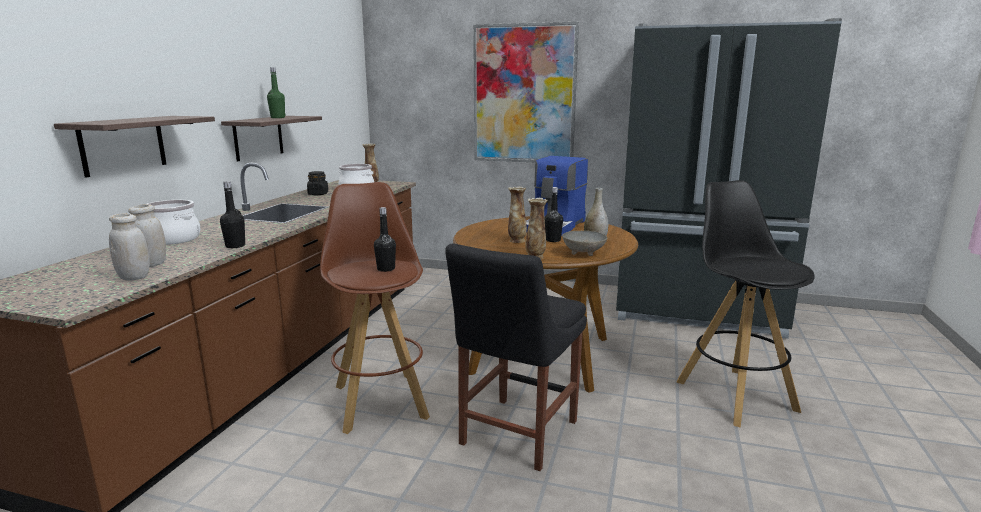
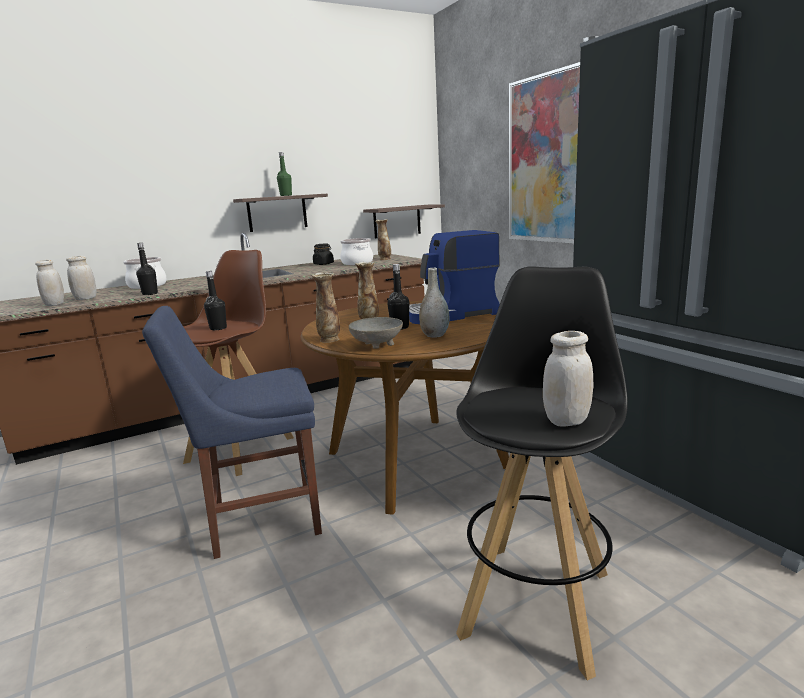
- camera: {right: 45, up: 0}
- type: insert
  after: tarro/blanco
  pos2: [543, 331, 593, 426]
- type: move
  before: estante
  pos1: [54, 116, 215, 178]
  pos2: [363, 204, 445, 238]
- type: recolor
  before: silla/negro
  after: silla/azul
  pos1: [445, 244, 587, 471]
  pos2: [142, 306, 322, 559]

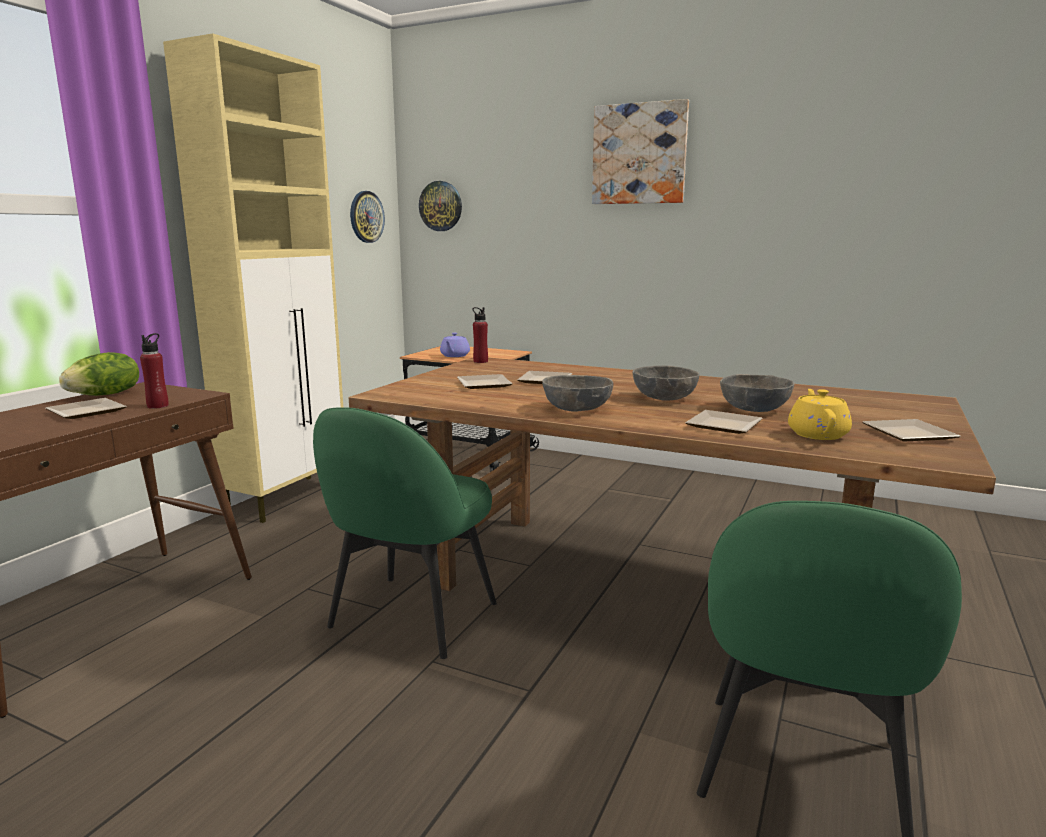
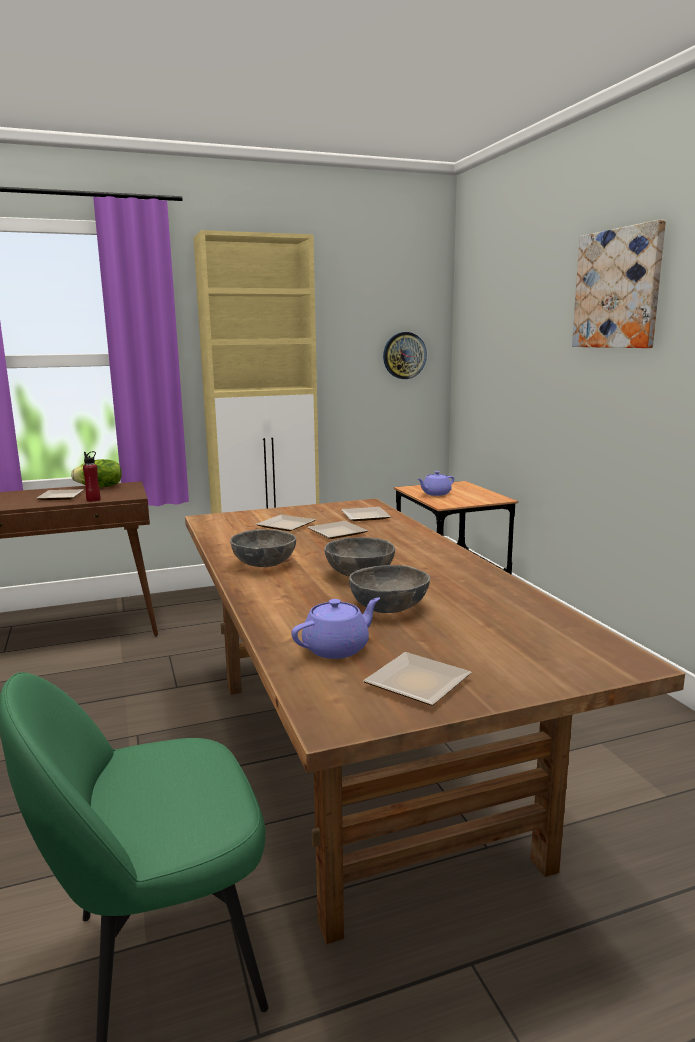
- camera: {right: 45, up: 0}
- type: delete
  before: silla/verde
  pos1: [313, 407, 497, 659]
- type: delete
  before: reloj de pared
  pos1: [419, 181, 462, 231]
- type: delete
  before: botella/rojo
  pos1: [473, 307, 488, 363]
- type: move
  before: plato
  pos1: [685, 410, 763, 434]
  pos2: [341, 507, 391, 521]
- type: recolor
  before: tetera/amarillo
  after: tetera/morado
  pos1: [788, 389, 852, 440]
  pos2: [291, 598, 380, 659]

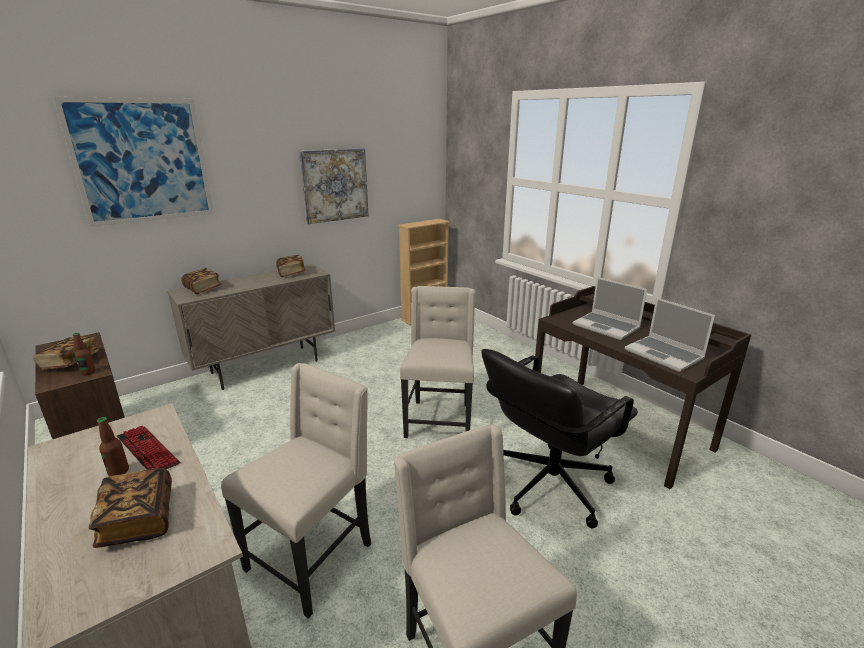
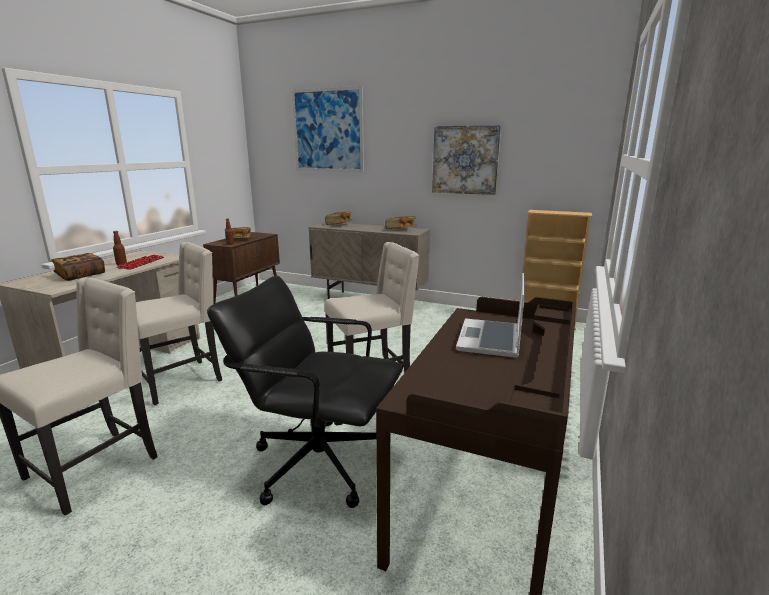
- camera: {right: 60, up: -5}
- type: delete
  before: portátil
  pos1: [625, 298, 715, 372]
- type: rotate
  before: silla/beis
  pos1: [221, 363, 371, 618]
  pos2: [136, 242, 222, 405]
  turn: -45

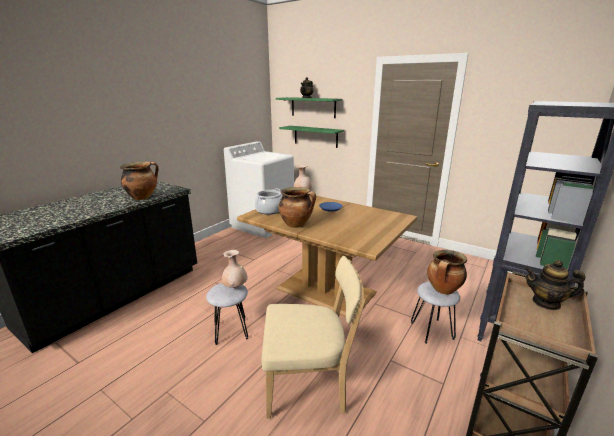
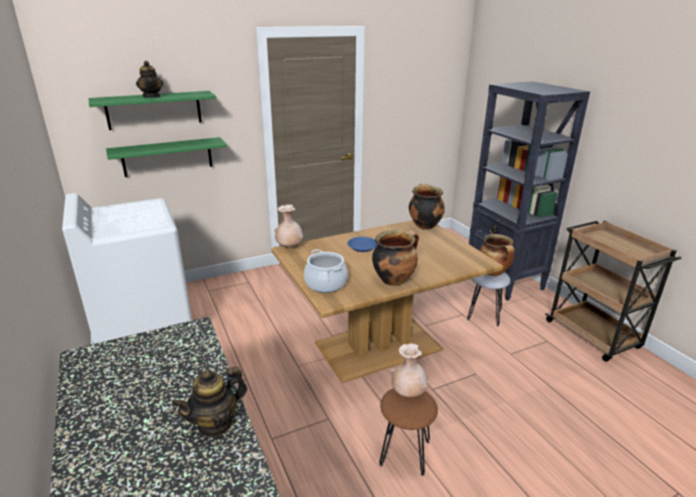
- camera: {right: -60, up: 5}
- type: delete
  before: silla/beis
  pos1: [262, 256, 366, 419]
- type: move
  before: olla
  pos1: [120, 162, 159, 200]
  pos2: [409, 184, 445, 230]
- type: move
  before: tetera
  pos1: [524, 260, 585, 310]
  pos2: [172, 367, 247, 438]
- type: recolor
  before: taburete/gris
  after: taburete/marrón
  pos1: [206, 283, 248, 345]
  pos2: [379, 389, 438, 476]

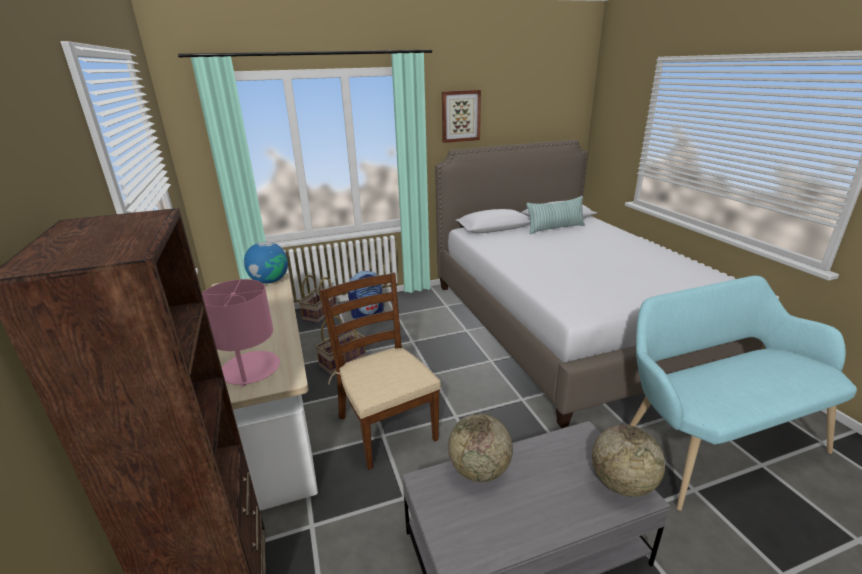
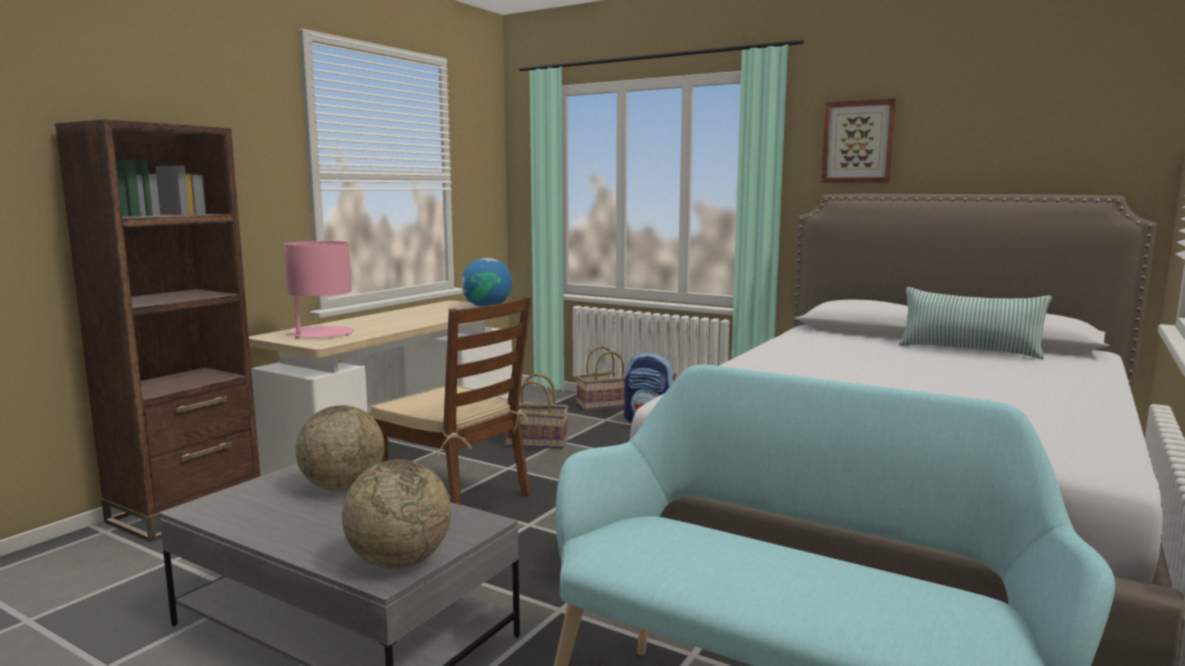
- camera: {right: 50, up: -15}
- type: rotate
  before: silla/marrón
  pos1: [319, 272, 441, 470]
  pos2: [371, 296, 532, 505]
  turn: 105

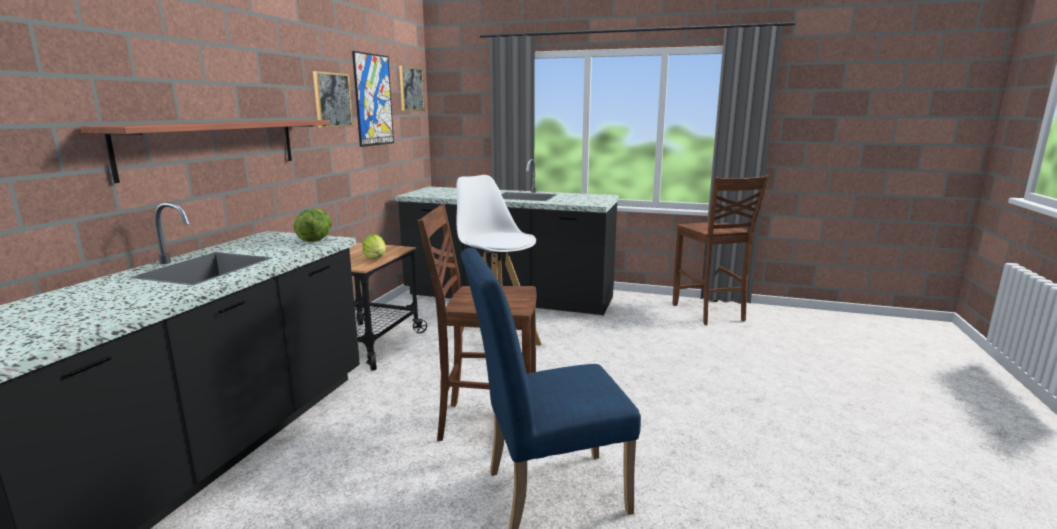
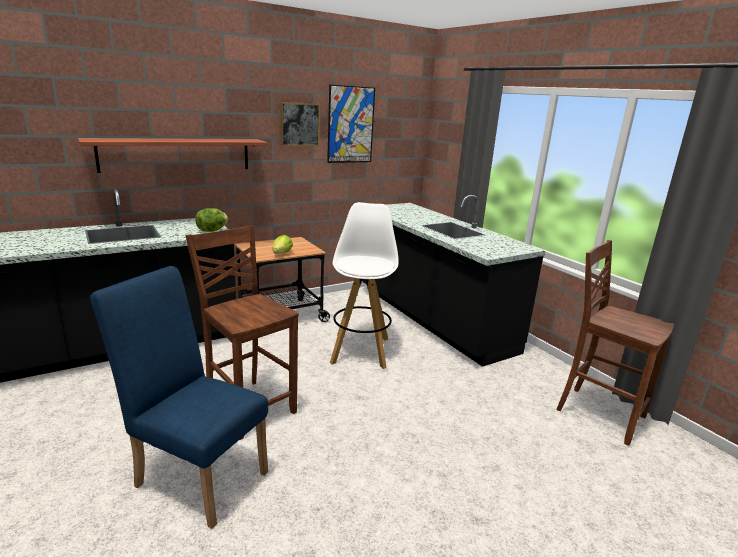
- camera: {right: 40, up: 5}
- type: delete
  before: cuadro
  pos1: [399, 66, 425, 111]
- type: rotate
  before: silla/marrón
  pos1: [672, 175, 769, 325]
  pos2: [557, 240, 674, 446]
  turn: 105

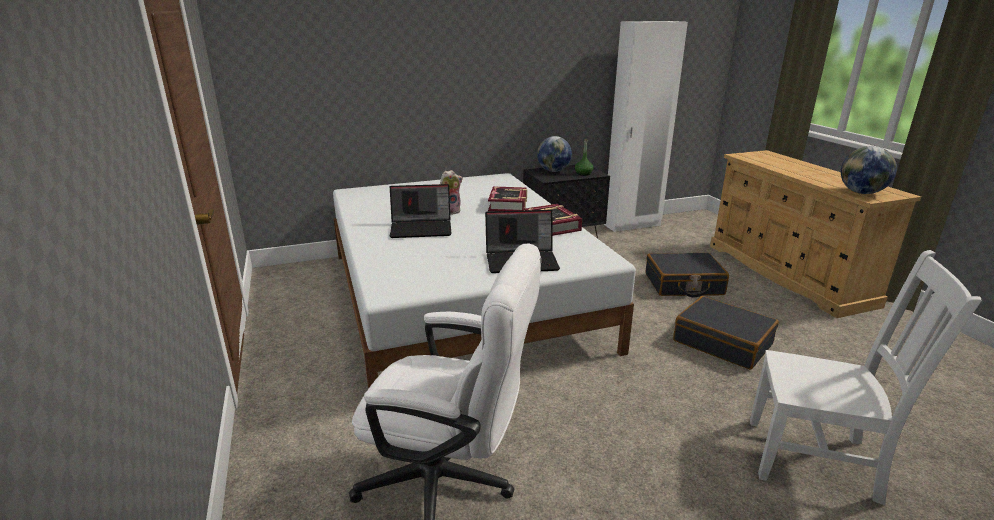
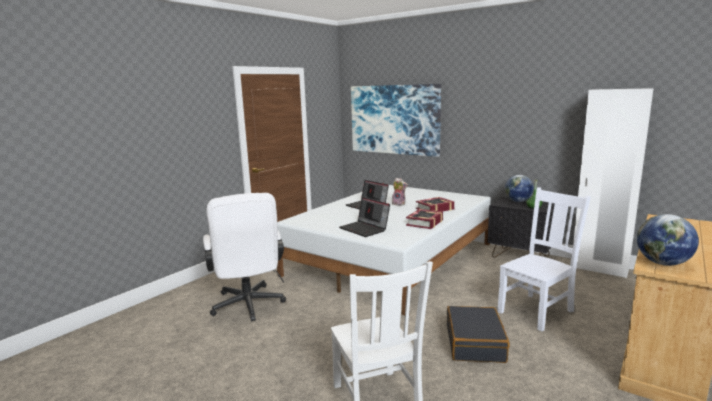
- camera: {right: 55, up: -10}
- type: insert
  after: cuadro
  pos2: [351, 84, 441, 157]
- type: replace
  before: maleta/negro
  after: silla/blanco
  pos1: [646, 253, 729, 297]
  pos2: [497, 187, 591, 332]

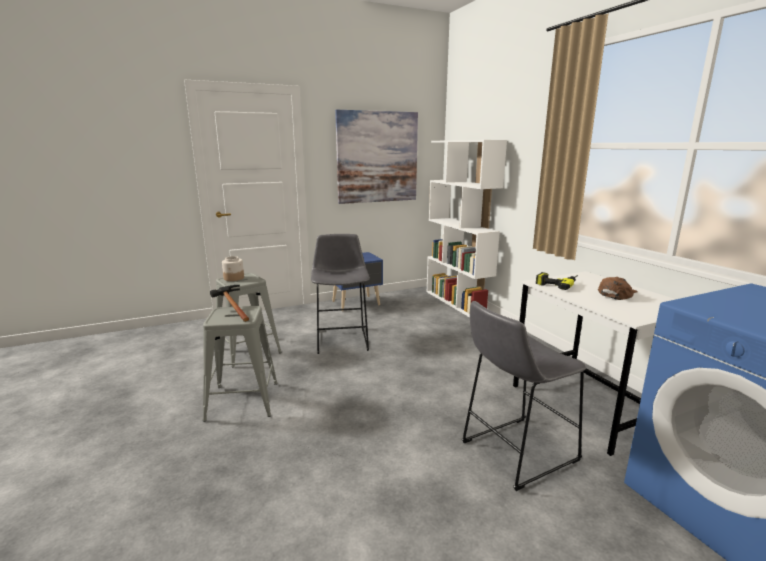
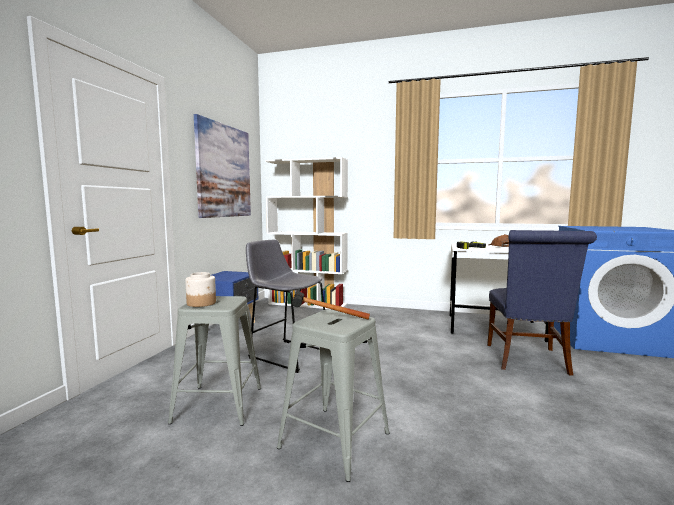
- camera: {right: -50, up: -10}
- type: replace
  before: taburete/gris
  after: silla/azul
  pos1: [462, 301, 586, 491]
  pos2: [487, 230, 597, 376]

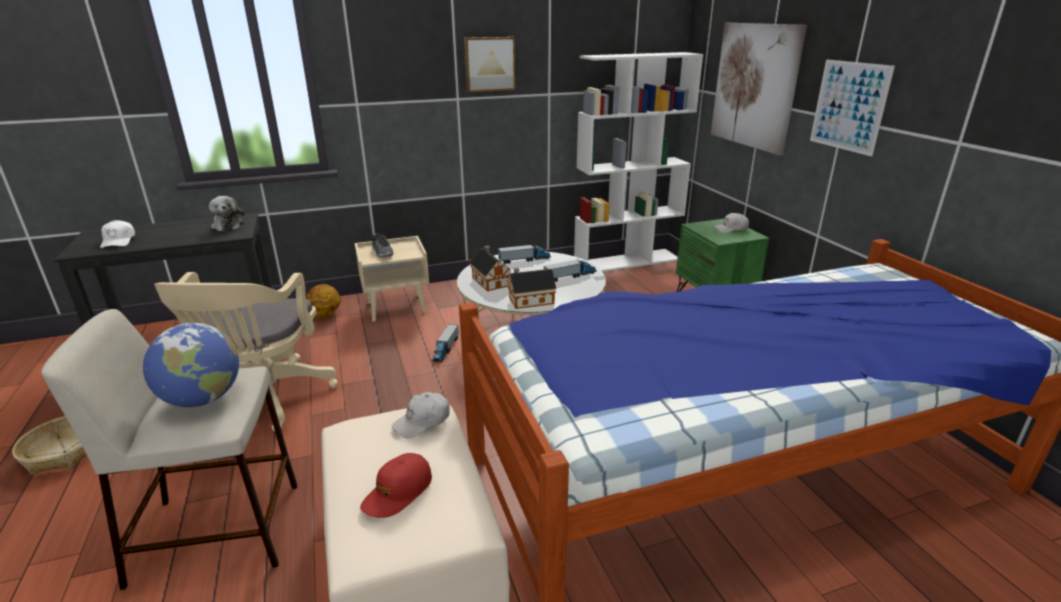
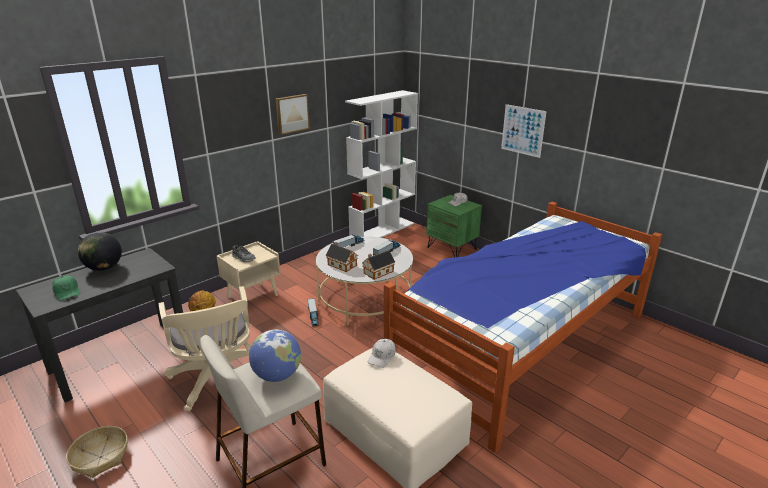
- camera: {right: -25, up: 0}
- type: delete
  before: peluche
  pos1: [209, 196, 244, 231]
- type: delete
  before: gorra/rojo
  pos1: [360, 453, 432, 518]
- type: delete
  before: cuadro
  pos1: [711, 23, 807, 156]
- type: insert
  after: globo terráqueo
  pos2: [78, 232, 122, 271]
- type: recolor
  before: gorra/blanco
  after: gorra/verde
  pos1: [100, 220, 135, 248]
  pos2: [52, 276, 80, 301]

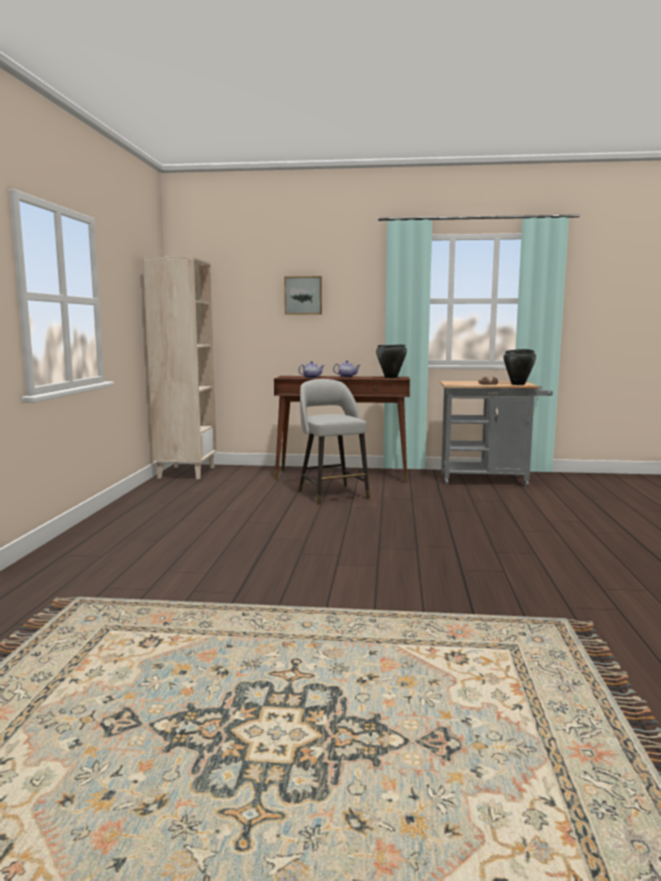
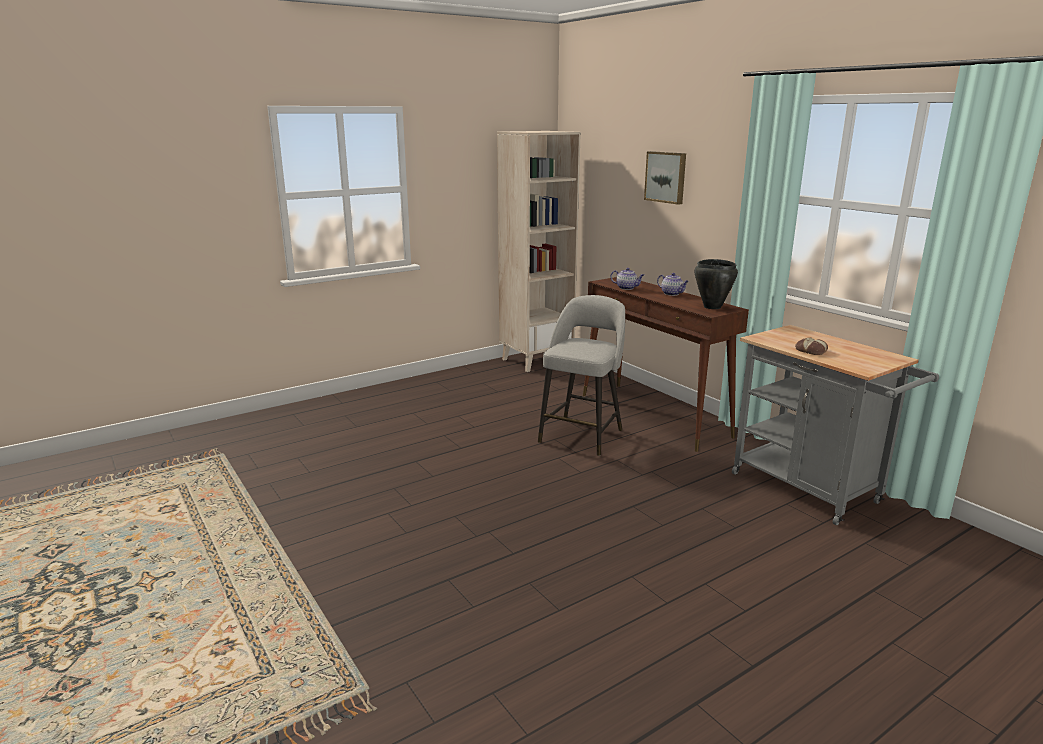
- camera: {right: 50, up: 10}
- type: delete
  before: olla/negro
  pos1: [503, 349, 536, 385]

